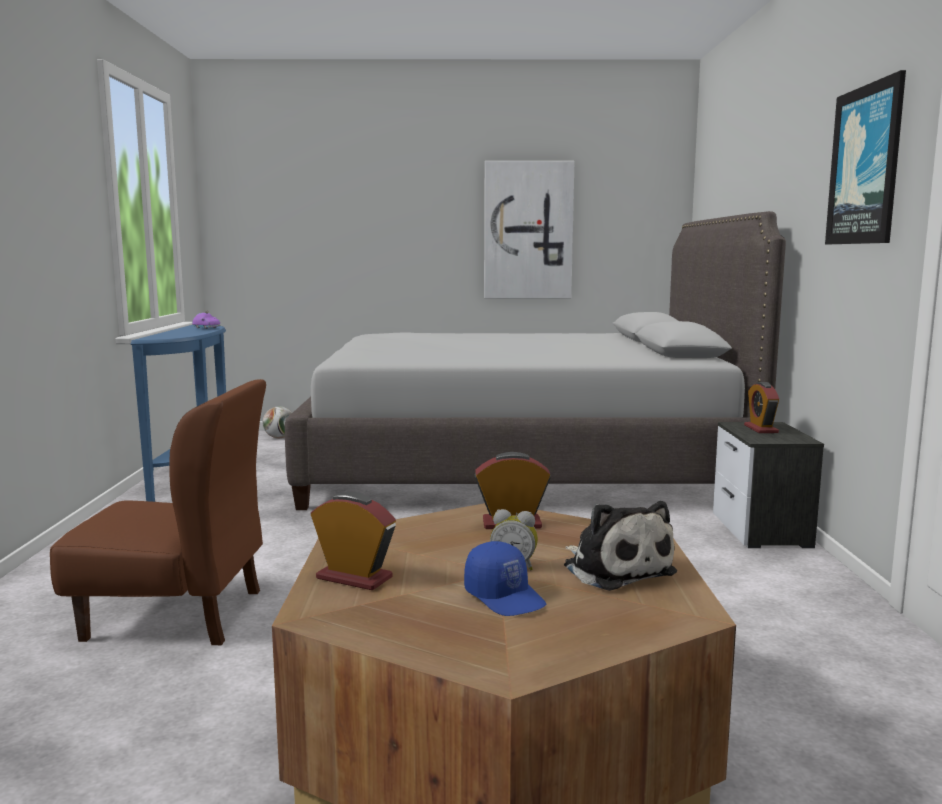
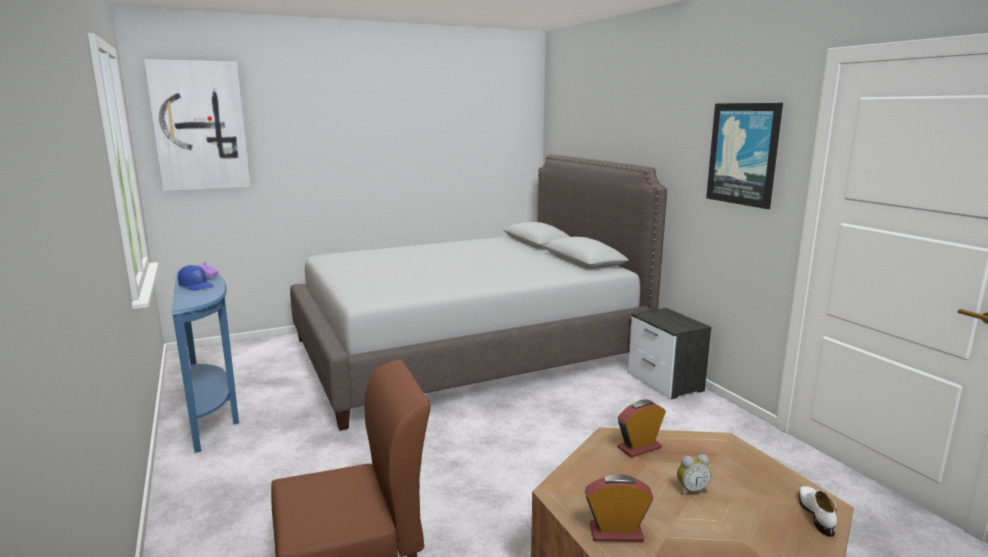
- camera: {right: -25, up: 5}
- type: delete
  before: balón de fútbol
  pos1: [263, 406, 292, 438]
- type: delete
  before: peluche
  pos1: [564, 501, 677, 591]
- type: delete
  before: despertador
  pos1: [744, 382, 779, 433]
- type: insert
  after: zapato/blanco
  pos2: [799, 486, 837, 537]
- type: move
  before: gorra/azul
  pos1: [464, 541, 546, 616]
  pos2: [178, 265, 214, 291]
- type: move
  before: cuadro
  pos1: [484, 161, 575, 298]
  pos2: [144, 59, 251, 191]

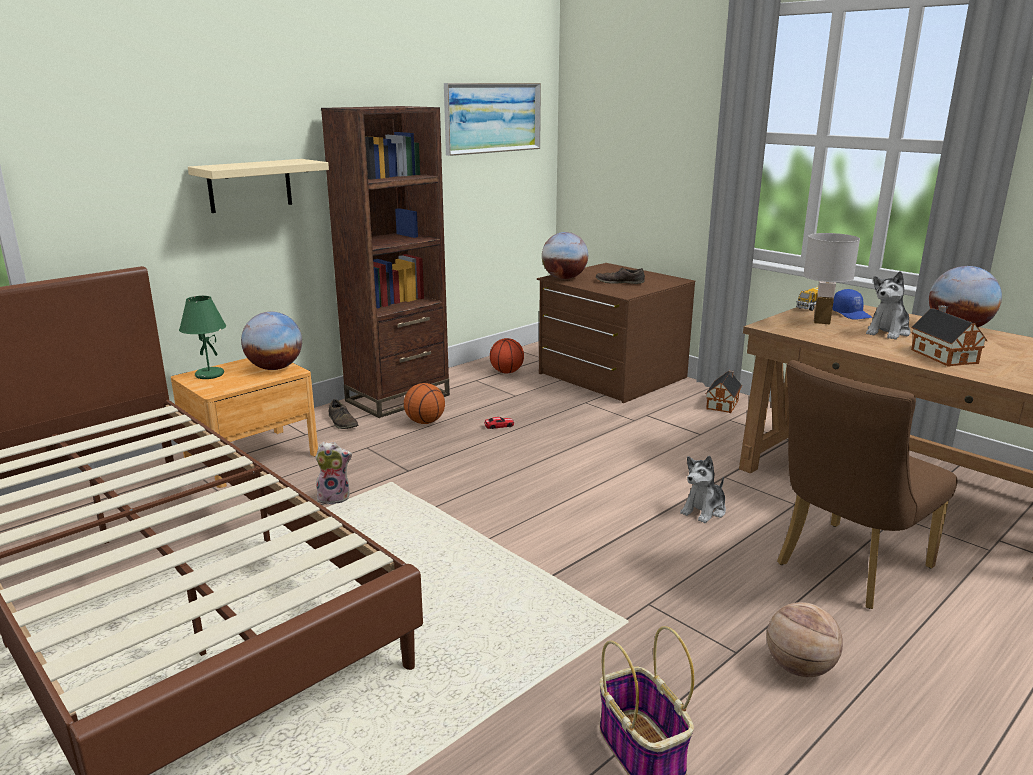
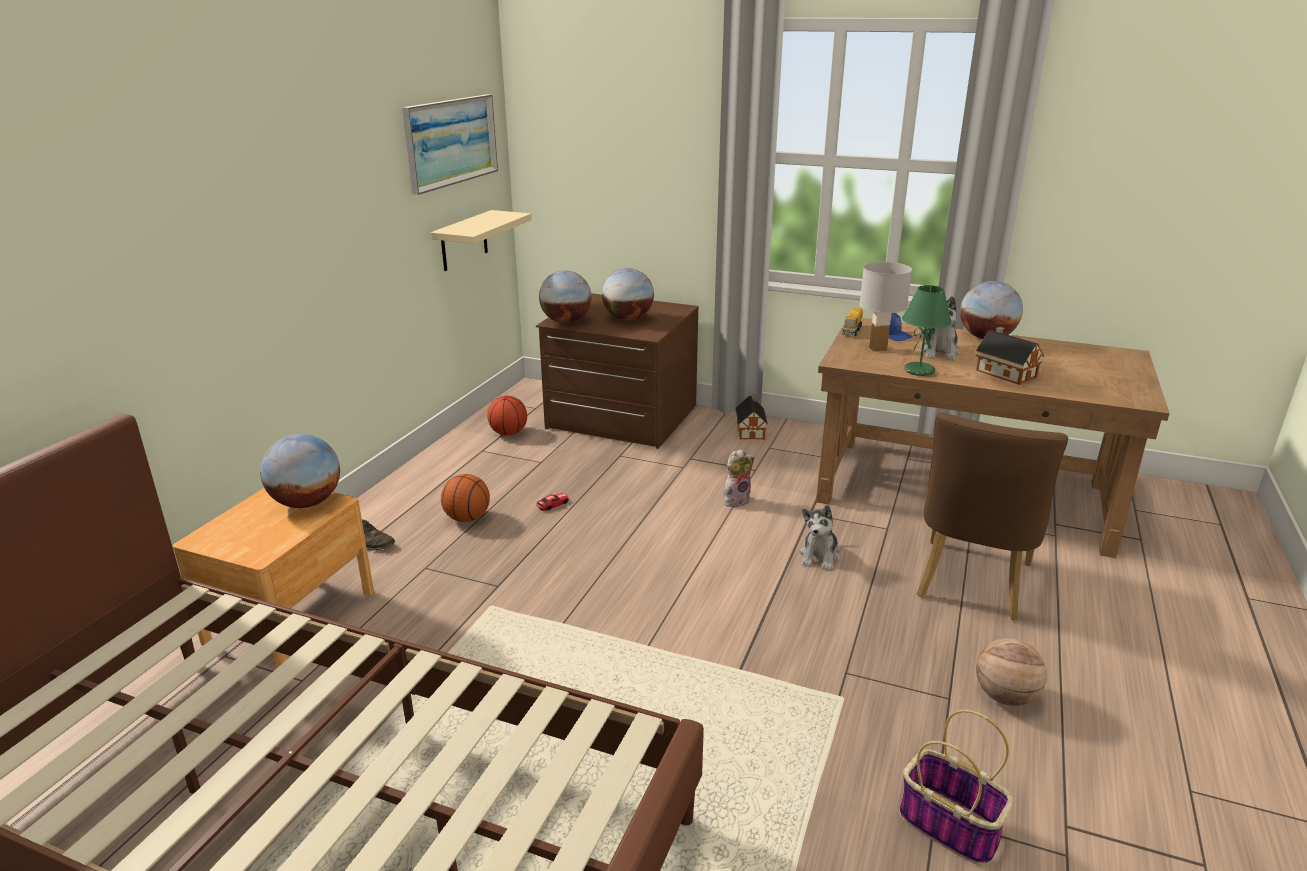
- camera: {right: -25, up: 5}
- type: delete
  before: estantería/marrón
  pos1: [321, 106, 450, 418]
- type: move
  before: lámpara de mesa/verde
  pos1: [179, 296, 226, 379]
  pos2: [902, 285, 952, 376]
- type: move
  before: estante/beis
  pos1: [188, 159, 329, 213]
  pos2: [431, 210, 532, 271]
- type: move
  before: peluche
  pos1: [315, 442, 352, 505]
  pos2: [723, 449, 755, 507]
- type: replace
  before: zapato/marrón
  after: globo terráqueo
  pos1: [596, 268, 645, 284]
  pos2: [602, 268, 654, 321]

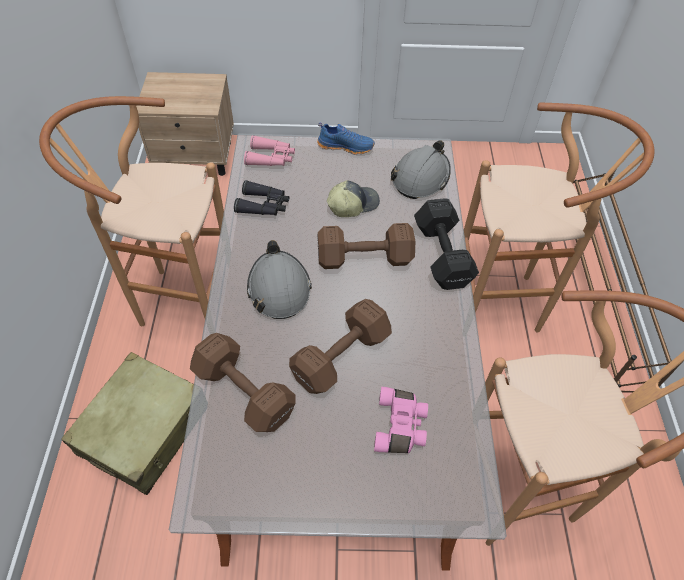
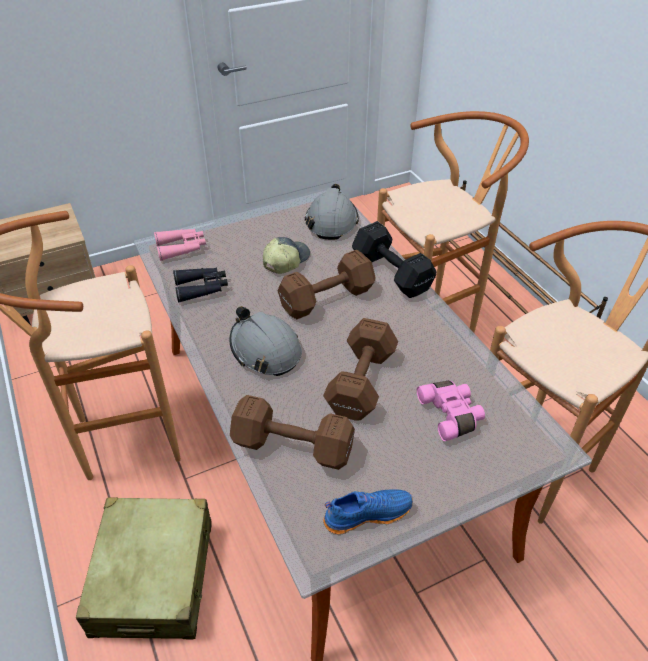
- camera: {right: -25, up: -10}
- type: move
  before: zapato/azul
  pos1: [317, 122, 375, 155]
  pos2: [323, 489, 413, 534]

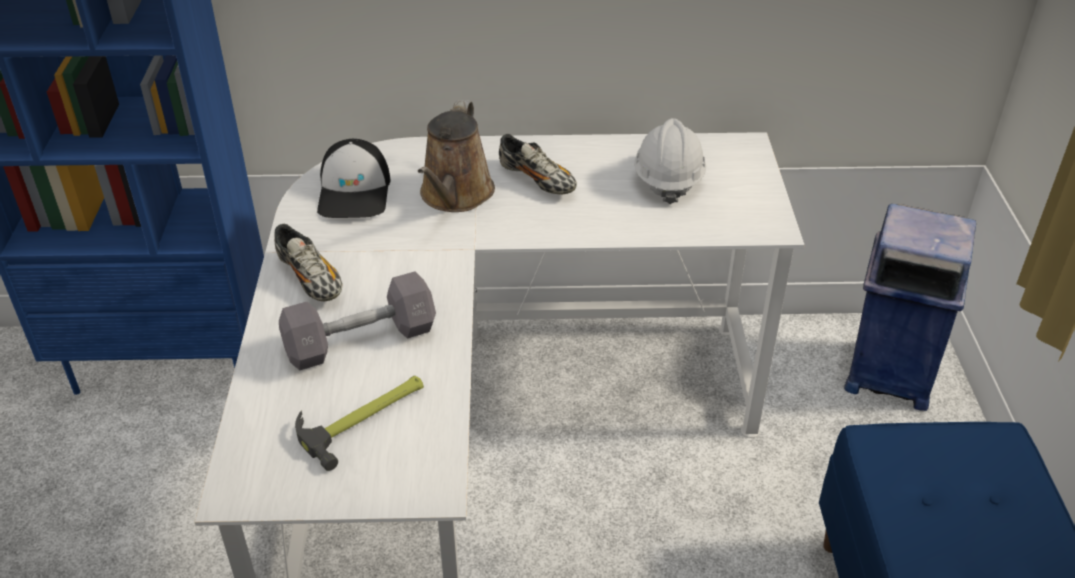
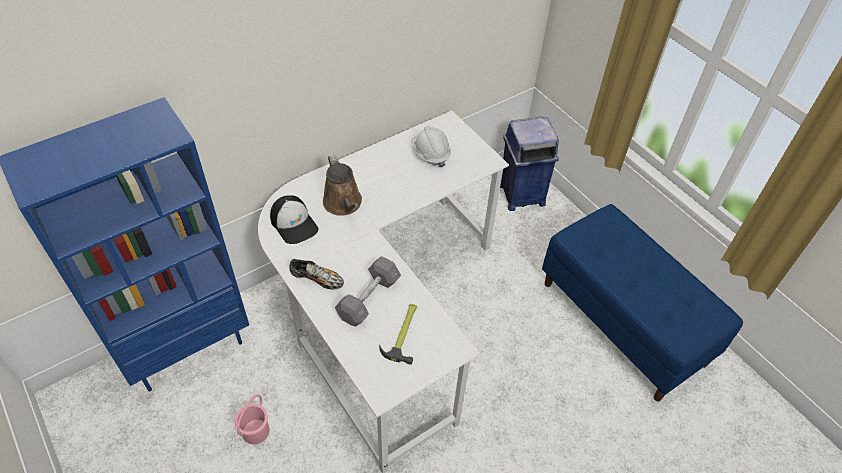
- camera: {right: -35, up: 10}
- type: delete
  before: zapato
  pos1: [499, 134, 577, 194]
- type: insert
  after: cubo/rosa
  pos2: [235, 394, 270, 444]

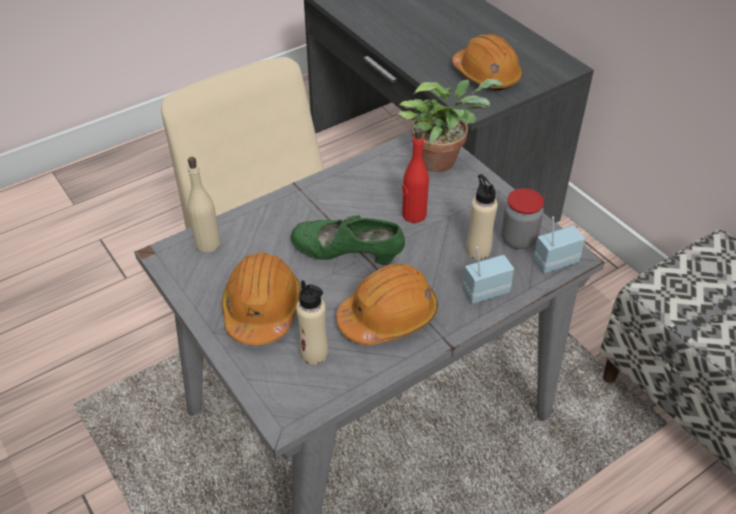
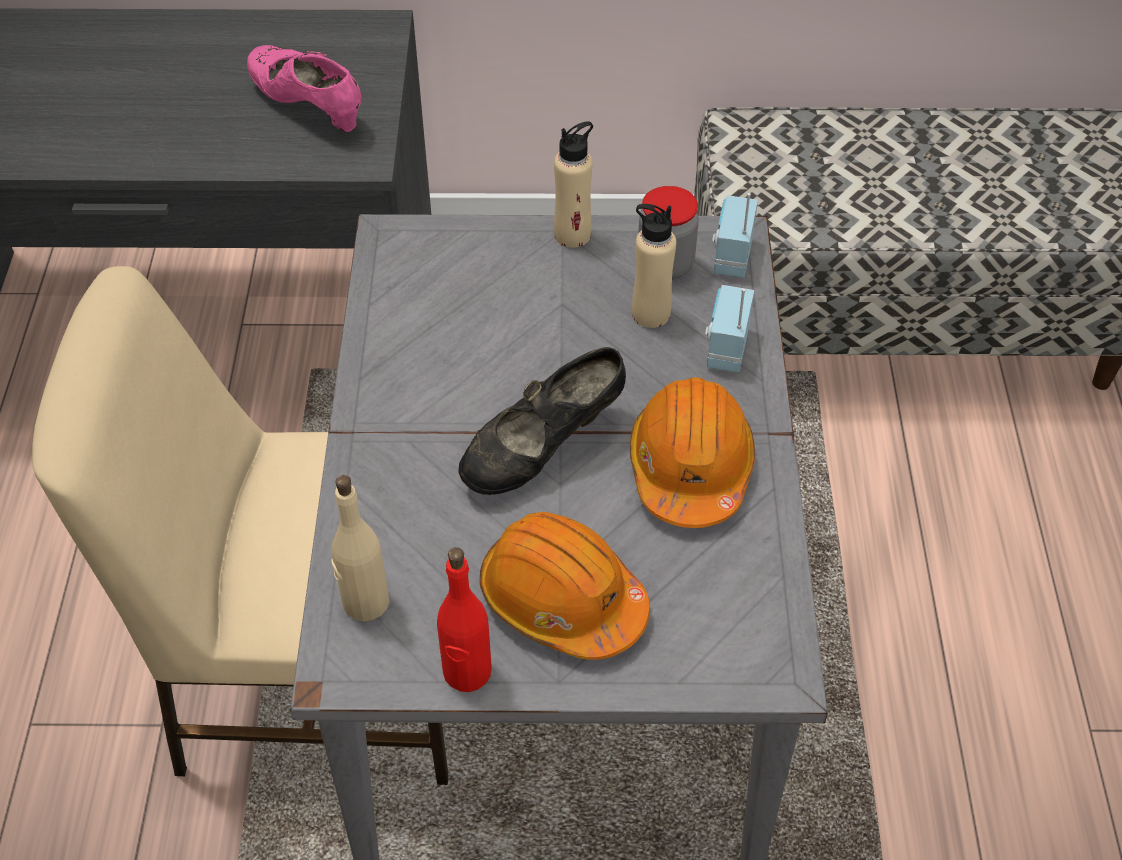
- camera: {right: -55, up: 5}
- type: delete
  before: planta en maceta
  pos1: [398, 79, 503, 172]
- type: move
  before: botella/beis
  pos1: [296, 280, 328, 365]
  pos2: [554, 121, 593, 248]
- type: move
  before: botella/rojo
  pos1: [402, 128, 429, 223]
  pos2: [437, 547, 492, 692]
- type: replace
  before: casco/naranja
  after: zapato/rosa
  pos1: [452, 34, 522, 90]
  pos2: [247, 45, 361, 132]
- type: recolor
  before: zapato/verde
  after: zapato/negro
  pos1: [290, 215, 405, 265]
  pos2: [459, 347, 626, 495]

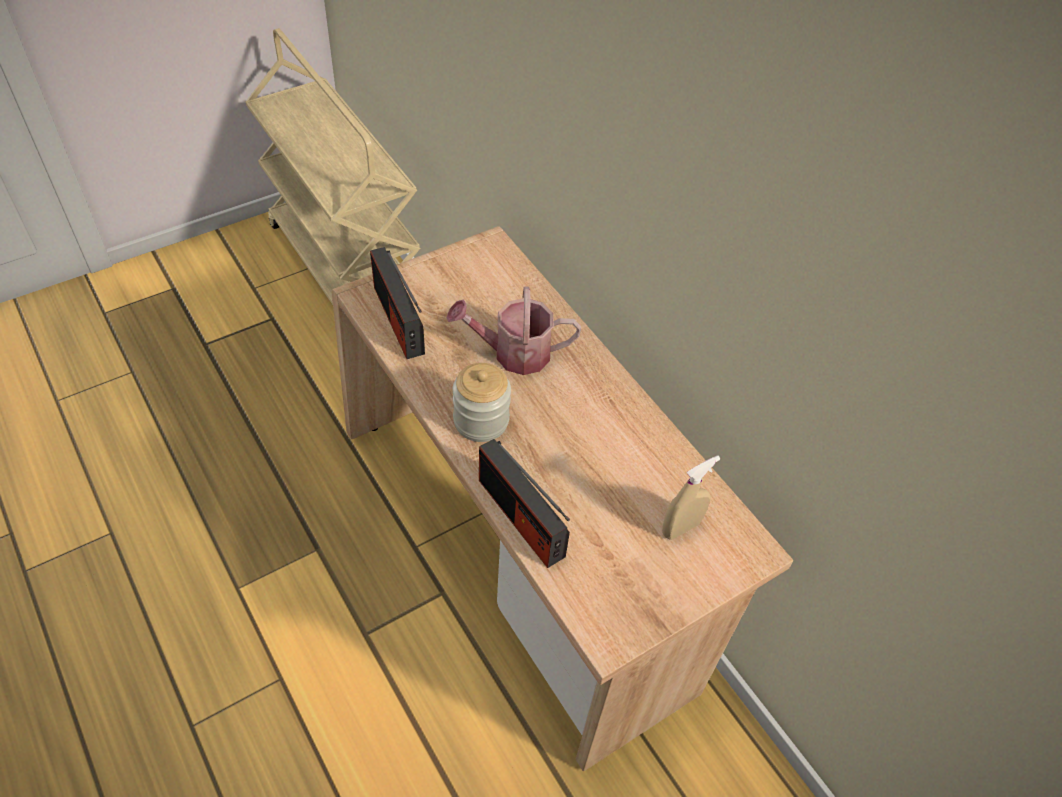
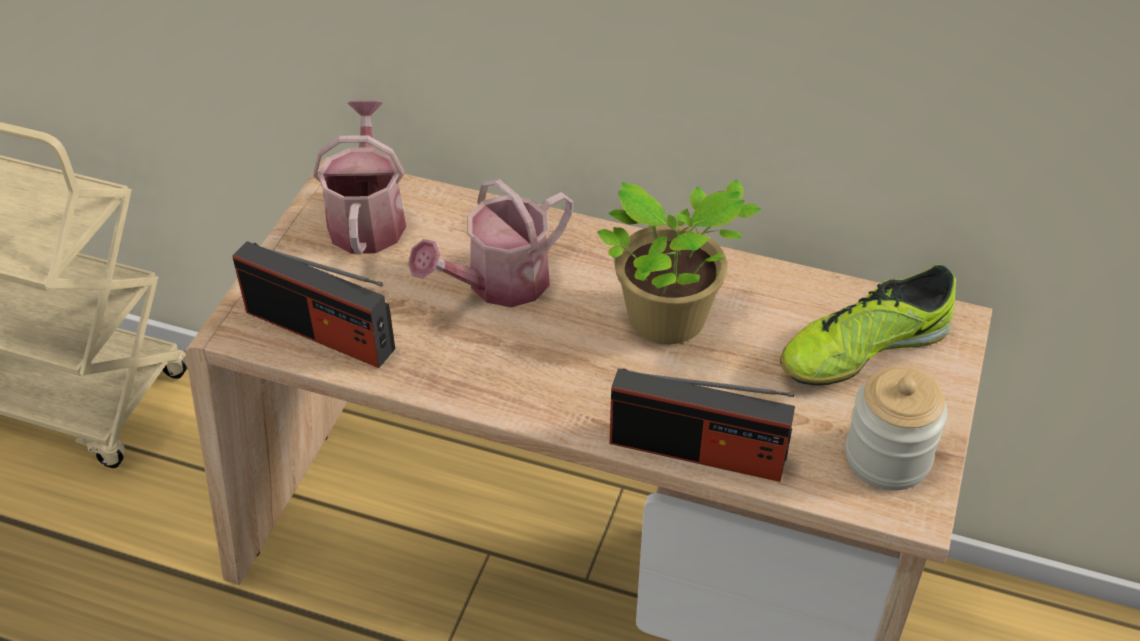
- camera: {right: -35, up: -5}
- type: insert
  after: regadera
  pos2: [313, 100, 406, 255]
- type: insert
  after: planta en maceta
  pos2: [597, 179, 761, 344]
- type: move
  before: tarro
  pos1: [453, 363, 511, 442]
  pos2: [845, 366, 948, 490]
- type: replace
  before: pulverizador/beis
  after: zapato
  pos1: [662, 455, 720, 540]
  pos2: [780, 264, 956, 385]

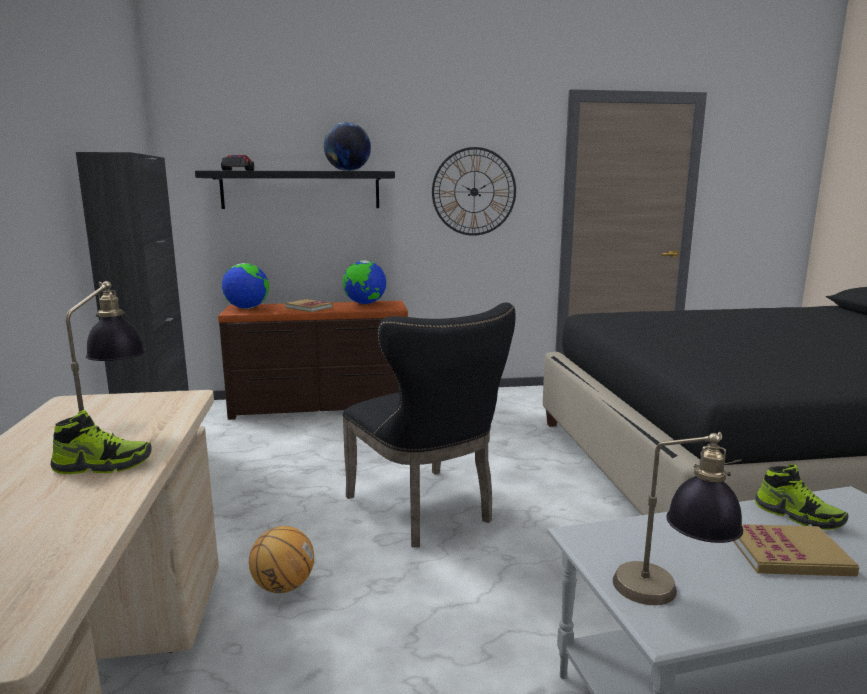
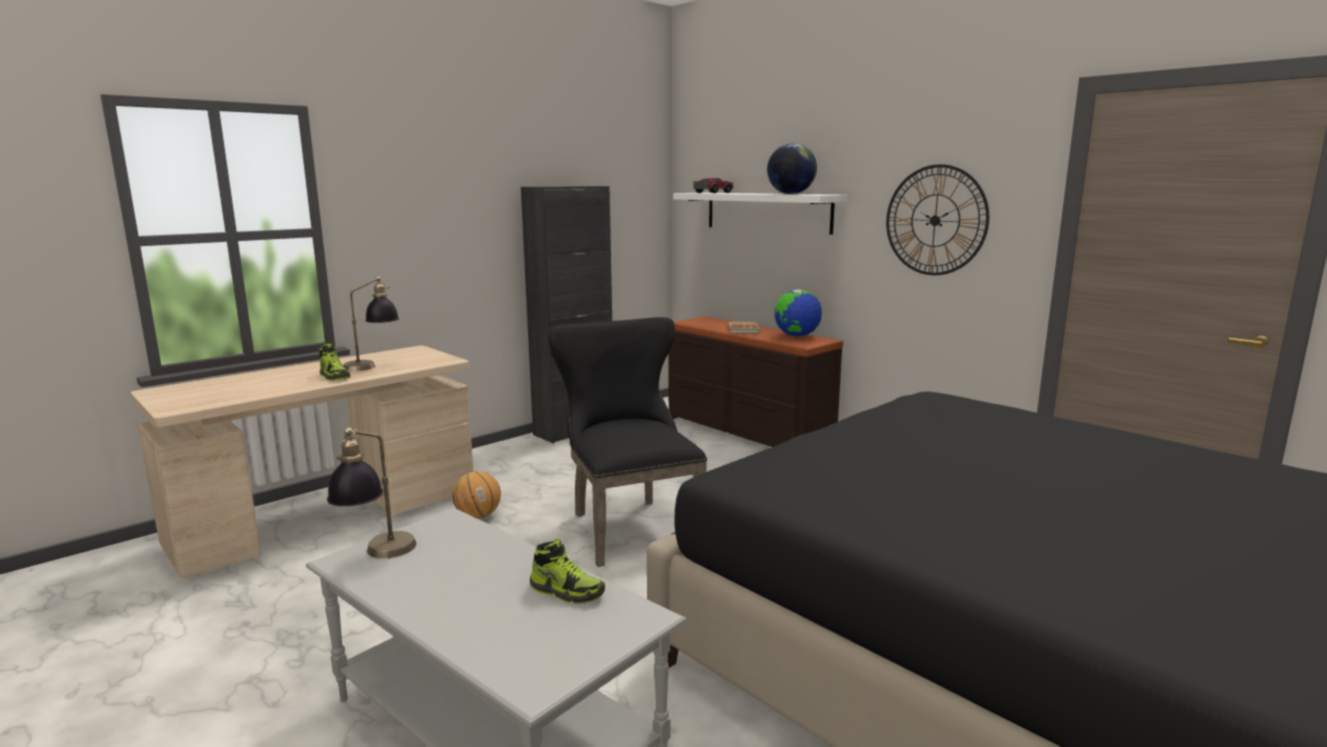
- camera: {right: 55, up: 0}
- type: delete
  before: globo terráqueo
  pos1: [222, 263, 269, 309]
- type: delete
  before: libro
  pos1: [733, 524, 859, 576]
- type: recolor
  before: estante/negro
  after: estante/blanco
  pos1: [195, 171, 395, 209]
  pos2: [673, 193, 847, 234]
- type: rotate
  before: silla/negro
  pos1: [342, 303, 515, 547]
  pos2: [548, 317, 707, 567]
  turn: 135
- type: rotate
  before: zapato
  pos1: [755, 464, 849, 530]
  pos2: [530, 539, 605, 604]
  turn: -75

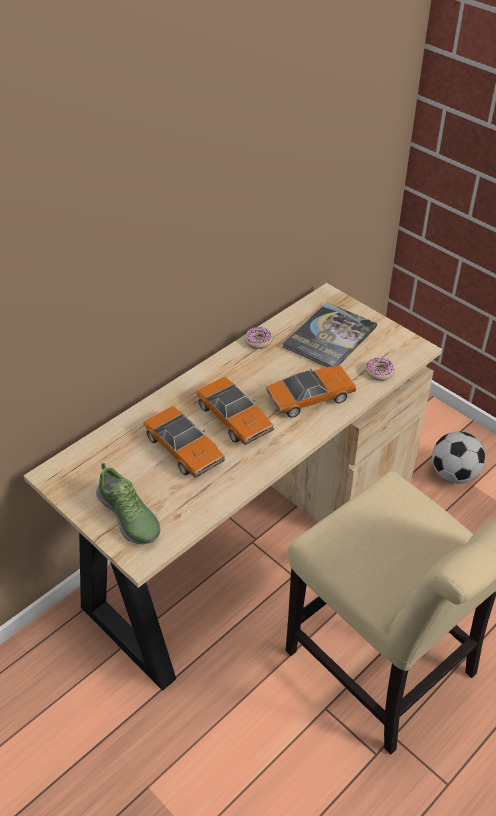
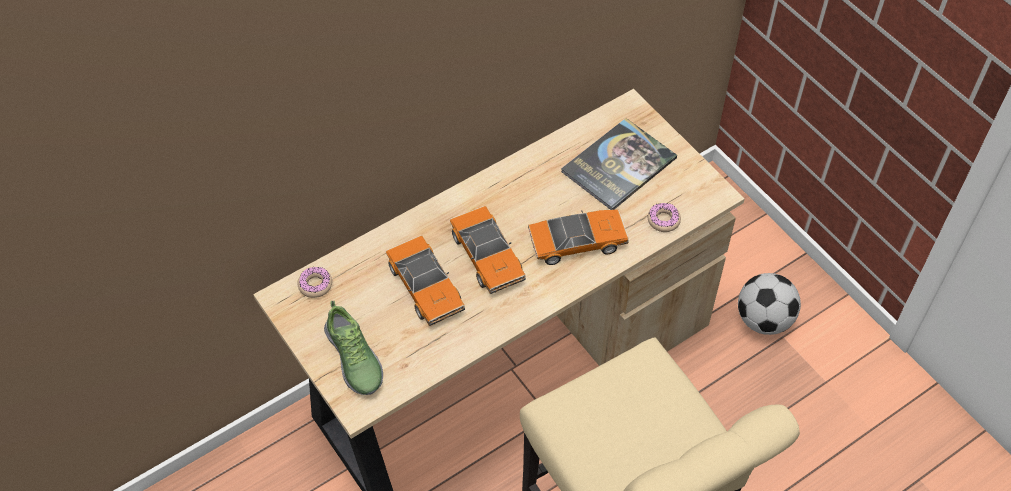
- camera: {right: 10, up: 10}
- type: move
  before: rosquilla
  pos1: [244, 327, 272, 349]
  pos2: [297, 267, 332, 298]

